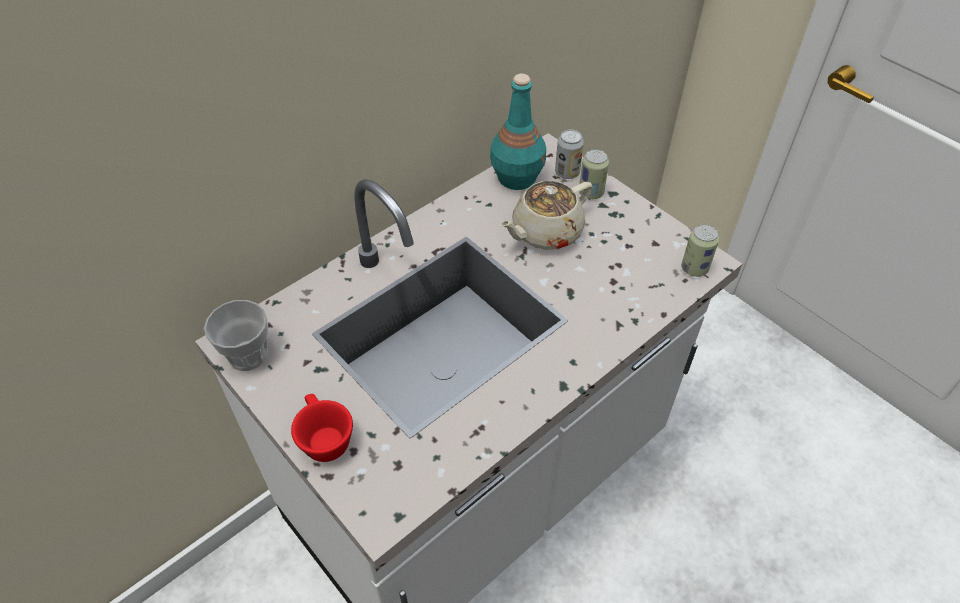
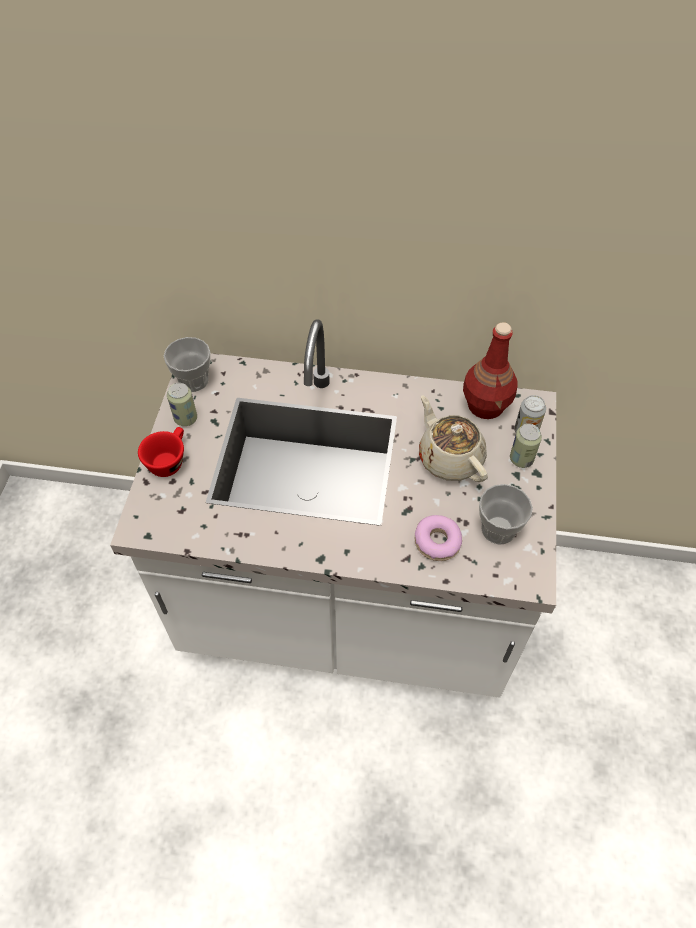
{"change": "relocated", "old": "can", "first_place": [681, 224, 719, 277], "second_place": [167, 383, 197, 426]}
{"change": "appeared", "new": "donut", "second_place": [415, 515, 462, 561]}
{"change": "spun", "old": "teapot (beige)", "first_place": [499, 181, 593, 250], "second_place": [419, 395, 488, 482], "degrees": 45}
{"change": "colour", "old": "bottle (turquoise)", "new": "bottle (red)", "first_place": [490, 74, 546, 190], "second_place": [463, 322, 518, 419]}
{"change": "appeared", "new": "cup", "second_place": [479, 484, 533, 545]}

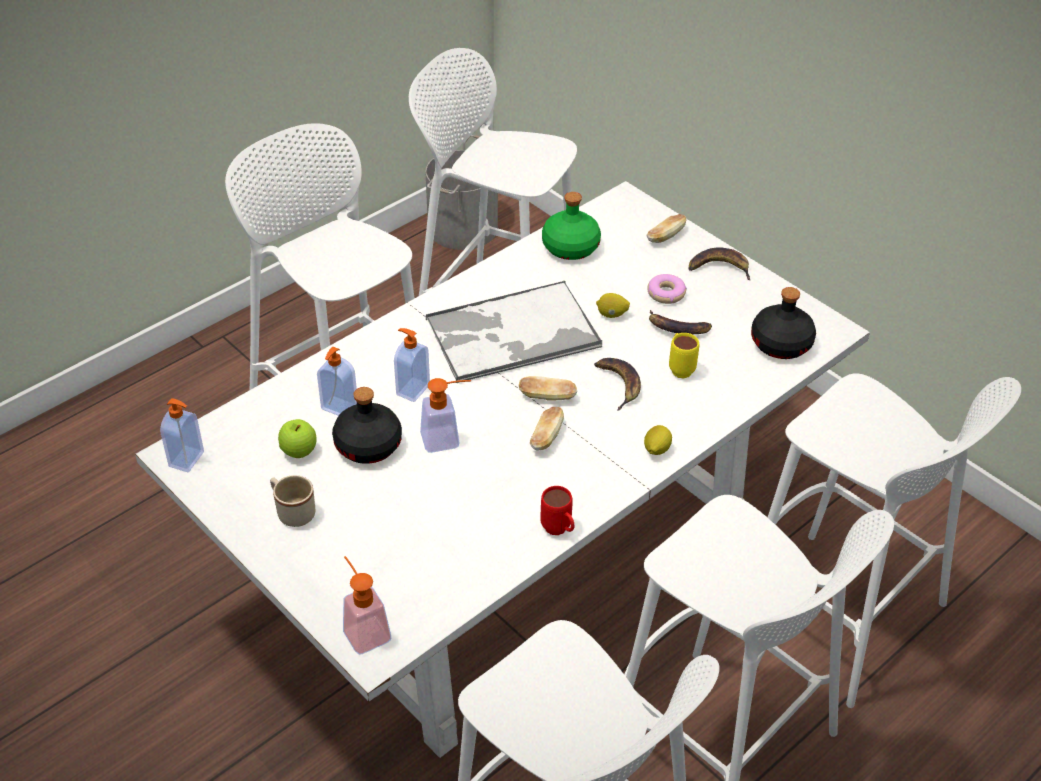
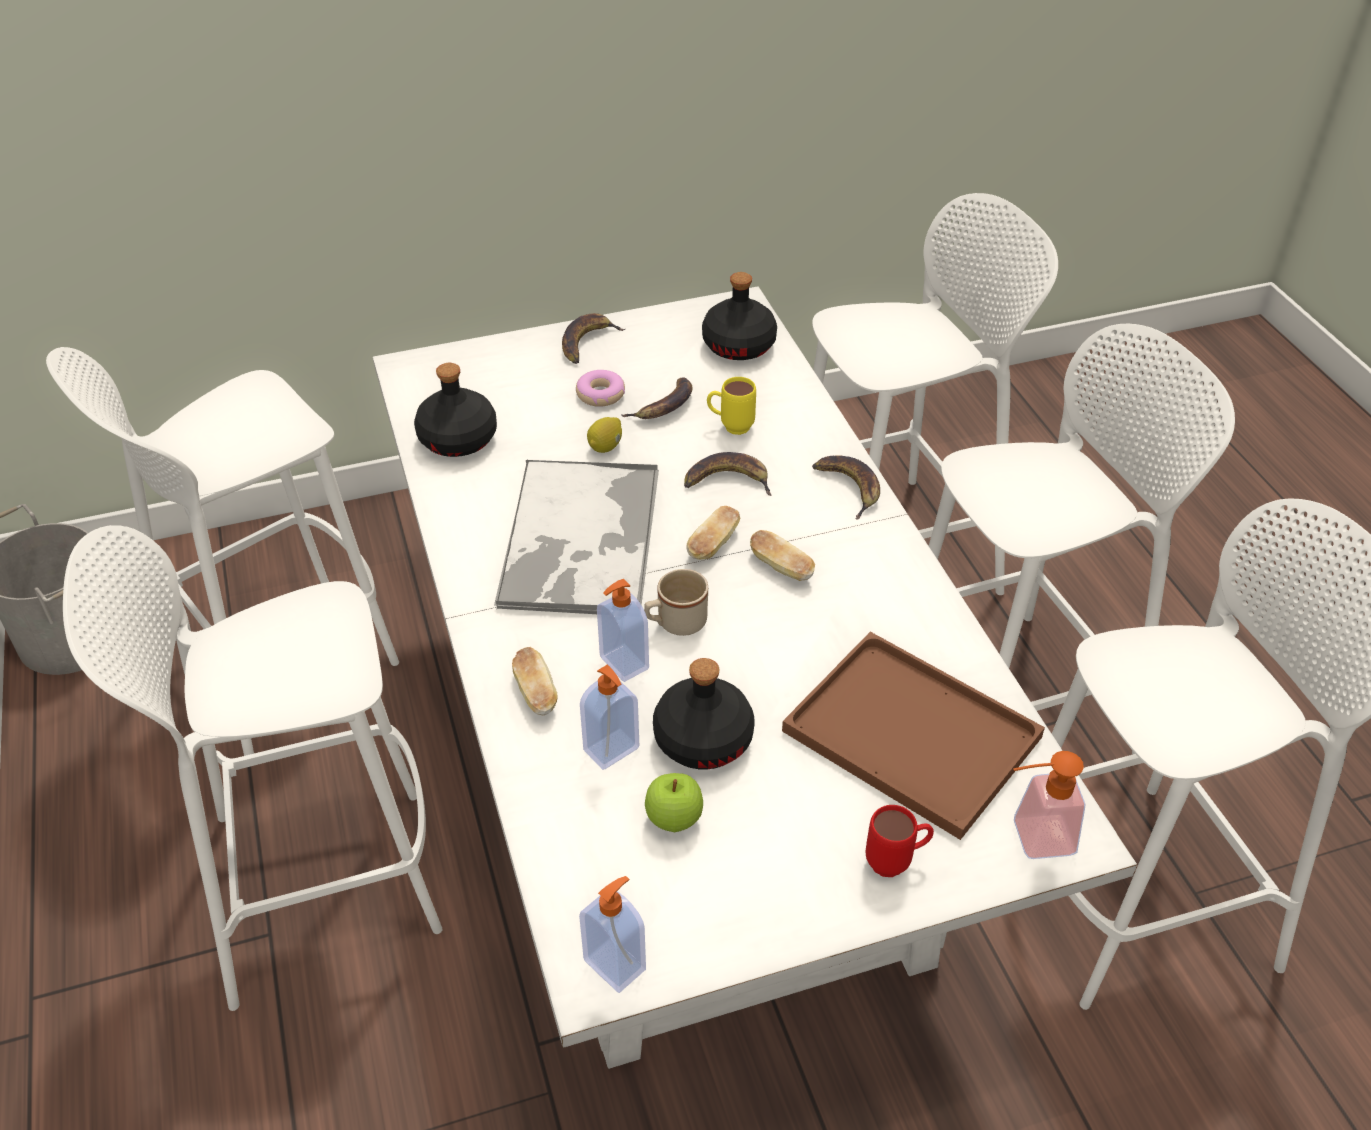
{"change": "colour", "old": "bottle (green)", "new": "bottle (black)", "first_place": [542, 192, 601, 260], "second_place": [414, 363, 497, 457]}
{"change": "relocated", "old": "bread", "first_place": [646, 214, 687, 243], "second_place": [512, 647, 558, 715]}
{"change": "relocated", "old": "mug (beige)", "first_place": [270, 475, 315, 527], "second_place": [644, 569, 708, 636]}
{"change": "appeared", "new": "tray (brown)", "second_place": [782, 632, 1045, 840]}
{"change": "exchanged", "old": "lemon", "new": "banana", "first_place": [644, 425, 672, 455], "second_place": [812, 456, 880, 520]}
{"change": "relocated", "old": "mug (red)", "first_place": [540, 486, 574, 535], "second_place": [866, 805, 934, 877]}
{"change": "missing", "old": "soap dispenser", "first_place": [420, 378, 471, 453]}

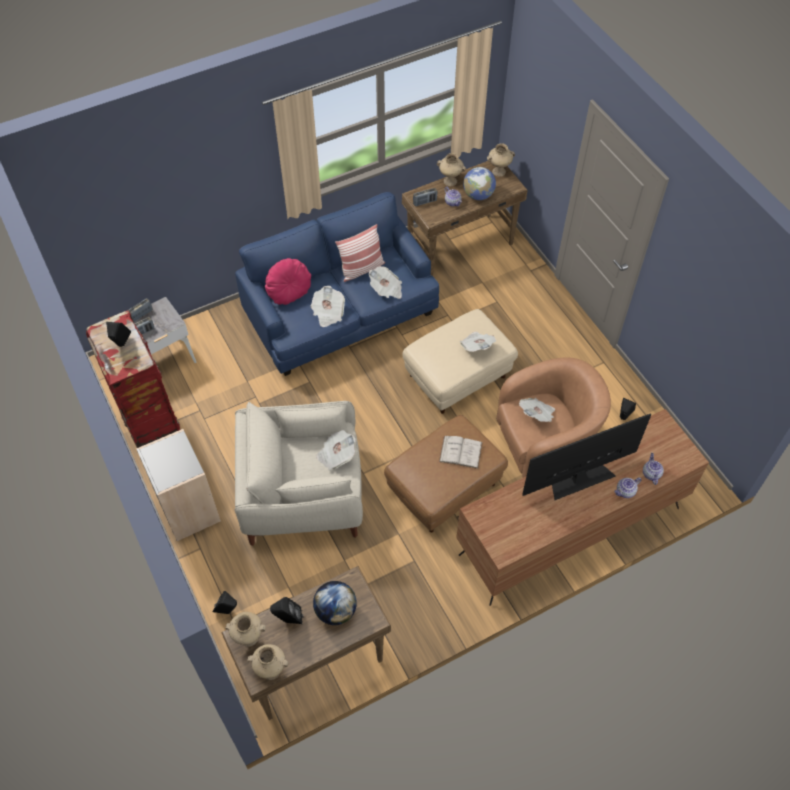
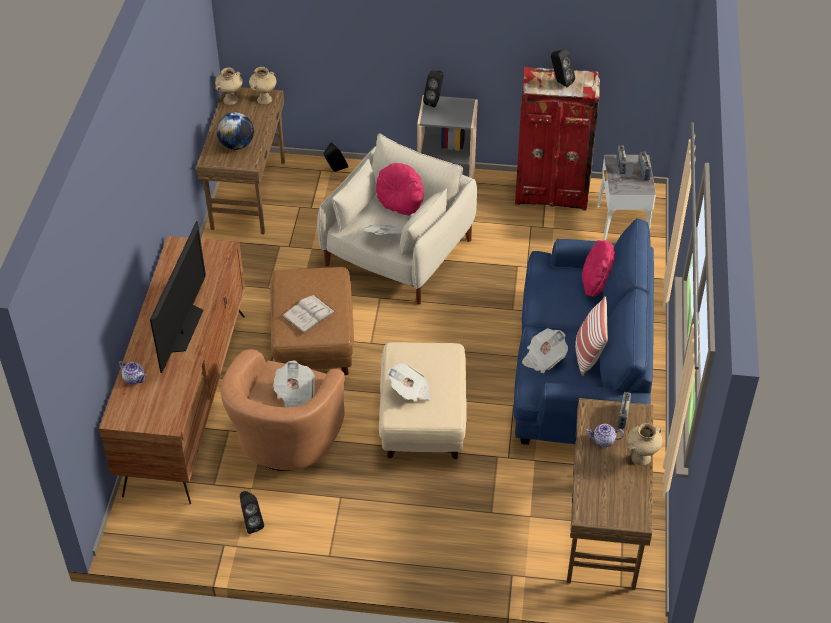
{"change": "appeared", "new": "pillow (pink)", "second_place": [376, 163, 424, 216]}
{"change": "relocated", "old": "speaker (black)", "first_place": [270, 597, 303, 624], "second_place": [423, 71, 444, 107]}
{"change": "missing", "old": "newspaper", "first_place": [310, 286, 345, 327]}
{"change": "missing", "old": "globe", "first_place": [463, 167, 496, 200]}
{"change": "missing", "old": "vase (beige)", "first_place": [487, 143, 515, 177]}
{"change": "missing", "old": "teapot", "first_place": [614, 478, 641, 498]}

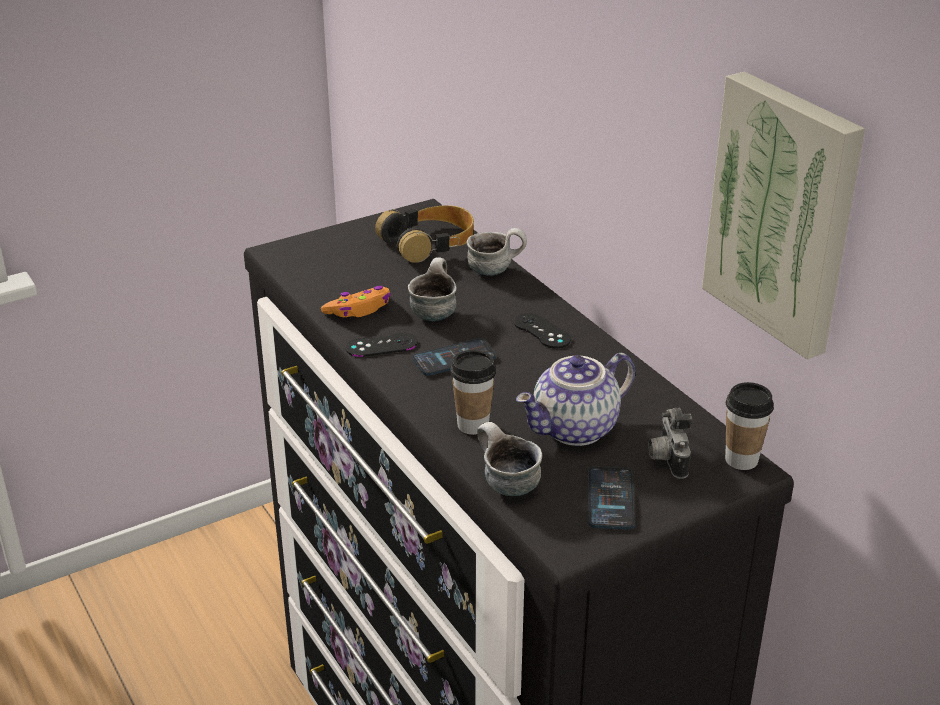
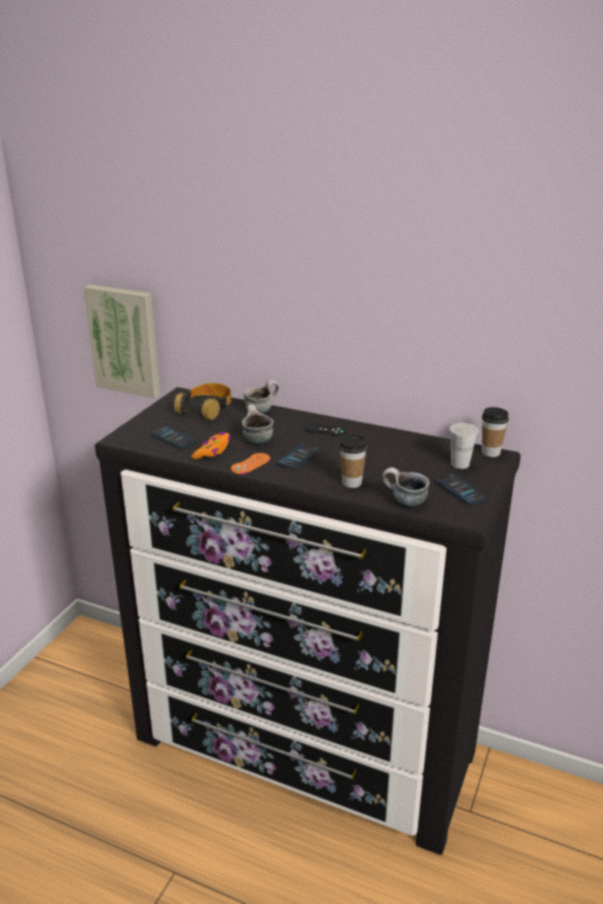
{"change": "relocated", "old": "picture", "first_place": [702, 71, 865, 360], "second_place": [83, 284, 160, 398]}
{"change": "appeared", "new": "phone", "second_place": [150, 426, 197, 449]}
{"change": "colour", "old": "game controller (black)", "new": "game controller (orange)", "first_place": [345, 332, 418, 357], "second_place": [231, 453, 270, 474]}
{"change": "exchanged", "old": "photo camera", "new": "cup (white)", "first_place": [649, 408, 692, 479], "second_place": [449, 423, 479, 469]}
{"change": "missing", "old": "teapot", "first_place": [516, 353, 635, 446]}

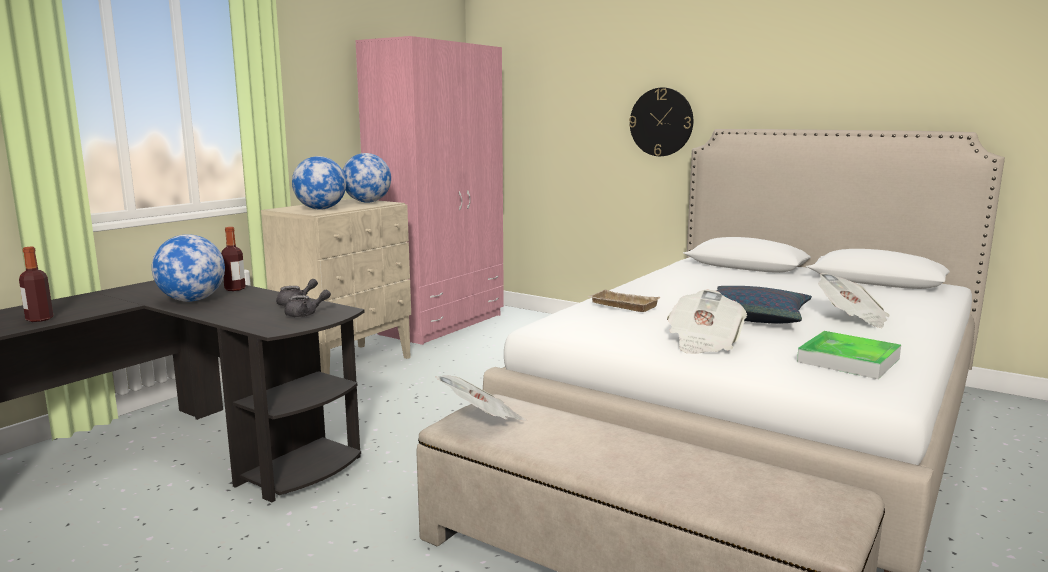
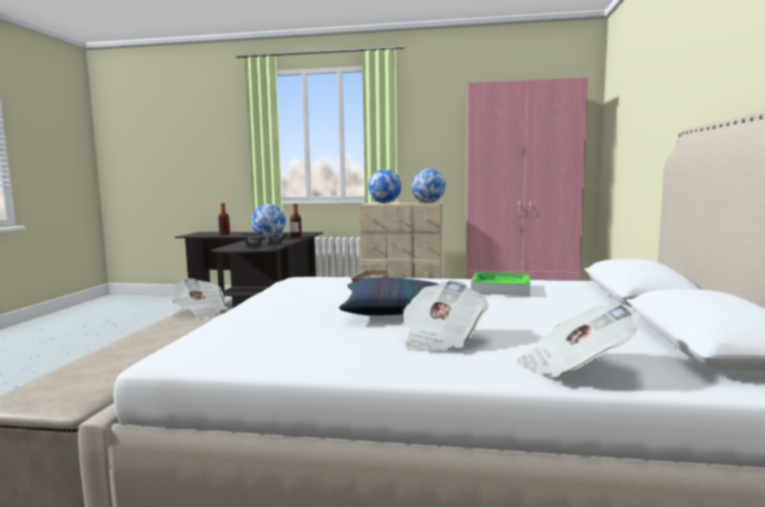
{"change": "relocated", "old": "tray", "first_place": [797, 331, 901, 379], "second_place": [471, 272, 530, 296]}
{"change": "relocated", "old": "newspaper", "first_place": [667, 290, 747, 354], "second_place": [517, 304, 637, 377]}
{"change": "missing", "old": "wall clock", "first_place": [629, 88, 693, 156]}

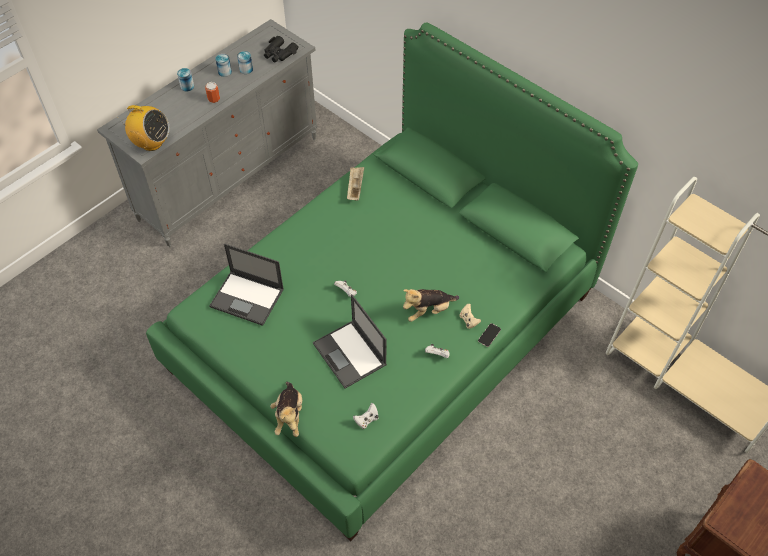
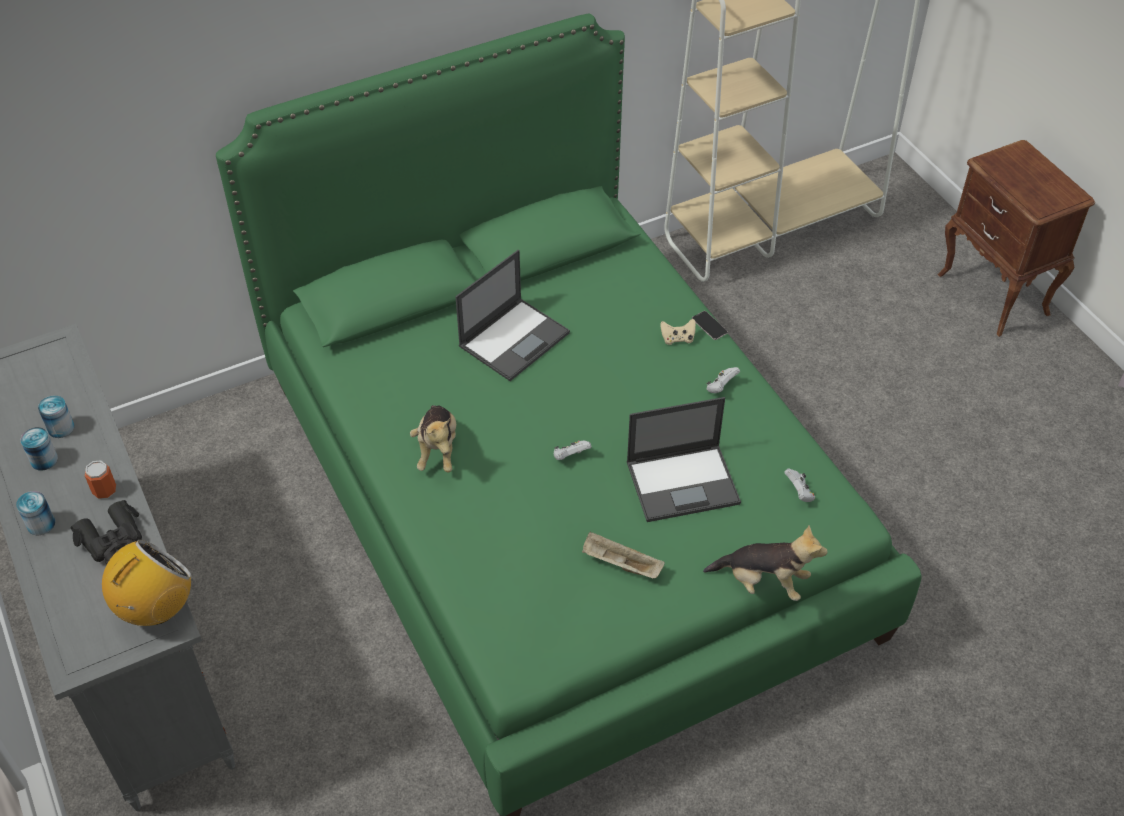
{"change": "relocated", "old": "binoculars (black)", "first_place": [264, 36, 298, 62], "second_place": [71, 500, 142, 564]}
{"change": "relocated", "old": "plush toy", "first_place": [403, 289, 459, 322], "second_place": [410, 405, 456, 472]}
{"change": "relocated", "old": "laptop", "first_place": [209, 244, 284, 326], "second_place": [455, 250, 570, 381]}
{"change": "relocated", "old": "tray (beige)", "first_place": [347, 167, 364, 201], "second_place": [582, 531, 665, 579]}

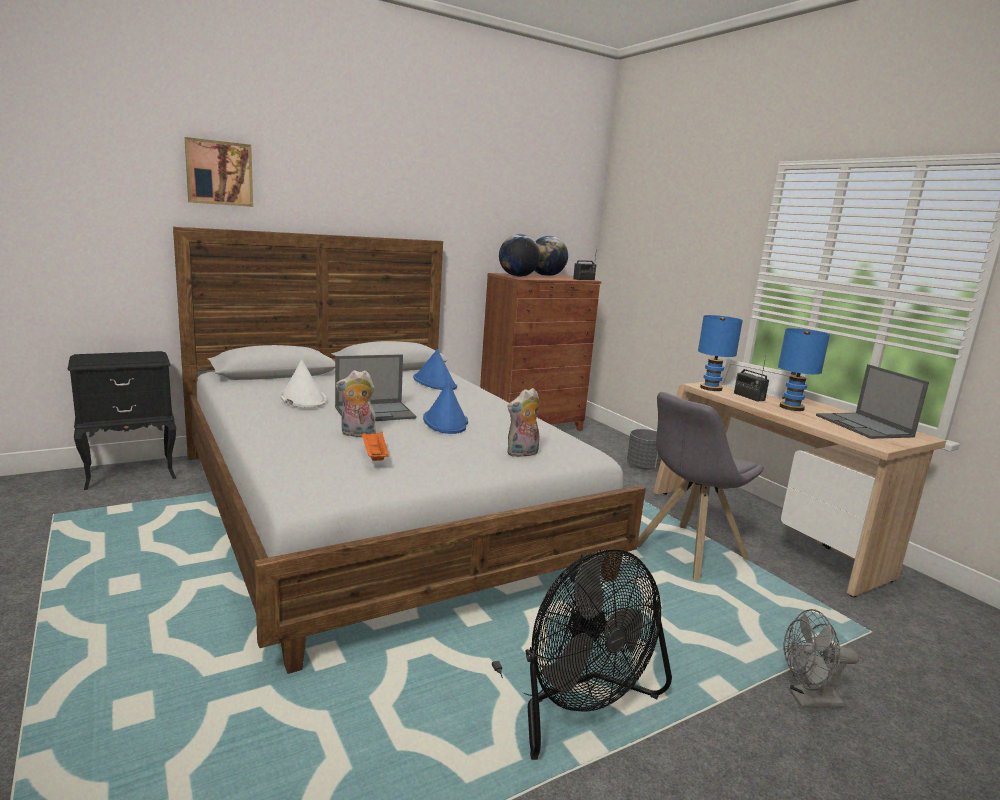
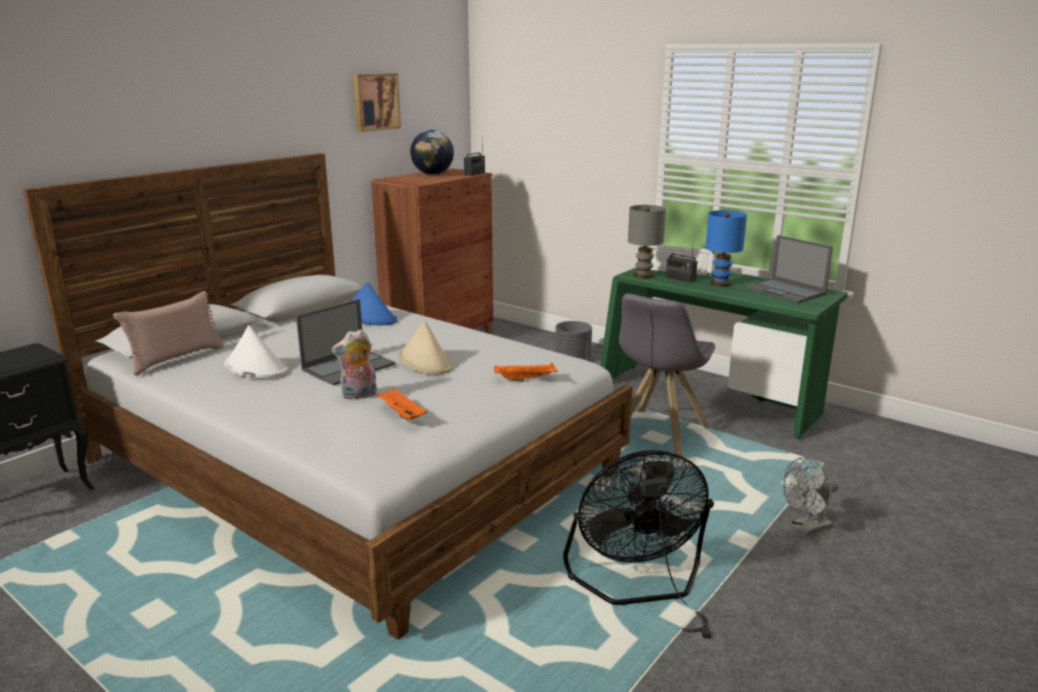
{"change": "appeared", "new": "pillow (beige)", "second_place": [113, 291, 224, 375]}
{"change": "relocated", "old": "picture", "first_place": [185, 137, 253, 207], "second_place": [353, 73, 401, 132]}
{"change": "colour", "old": "hat (blue)", "new": "hat (beige)", "first_place": [423, 381, 468, 434], "second_place": [399, 320, 453, 375]}
{"change": "exchanged", "old": "plush toy", "new": "tray (orange)", "first_place": [507, 388, 539, 457], "second_place": [494, 363, 558, 382]}
{"change": "spun", "old": "fan (black)", "first_place": [492, 549, 672, 760], "second_place": [563, 450, 714, 639], "degrees": -135}
{"change": "colour", "old": "desk (beige)", "new": "desk (green)", "first_place": [653, 382, 946, 597], "second_place": [600, 267, 848, 438]}
{"change": "colour", "old": "table lamp (blue)", "new": "table lamp (grey)", "first_place": [698, 315, 743, 391], "second_place": [628, 205, 666, 279]}
{"change": "missing", "old": "globe", "first_place": [499, 234, 540, 277]}

